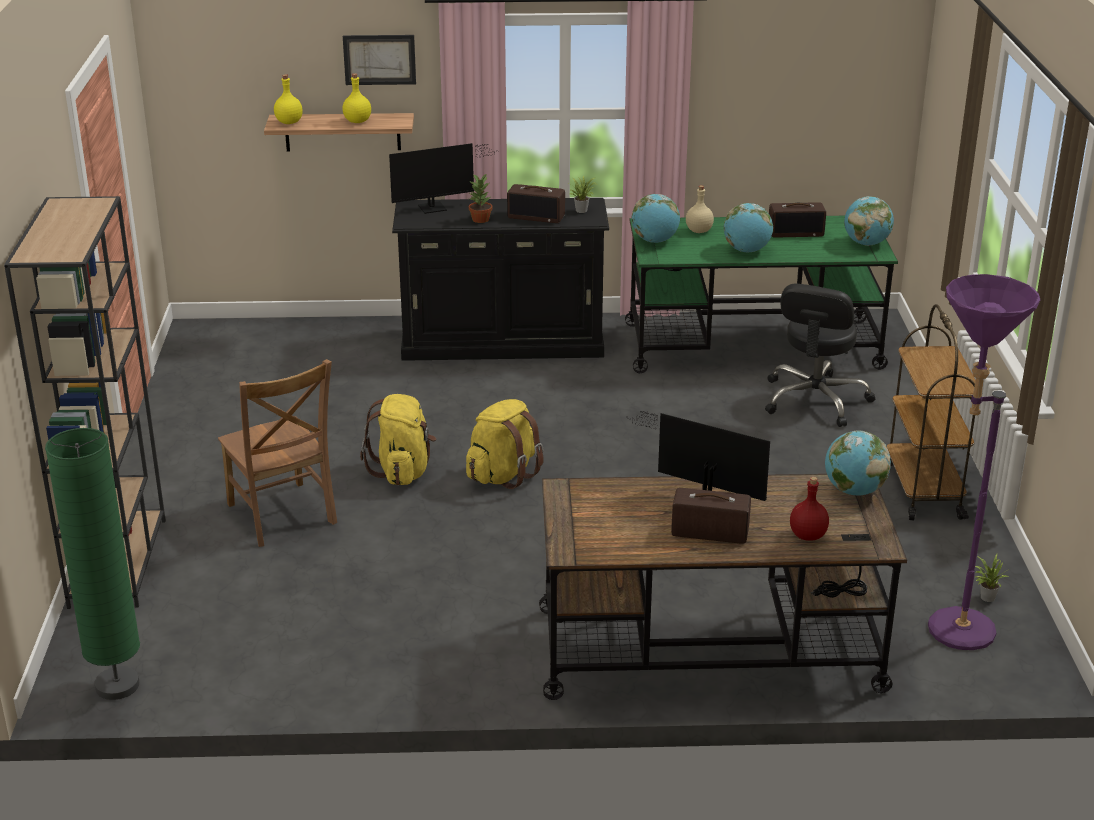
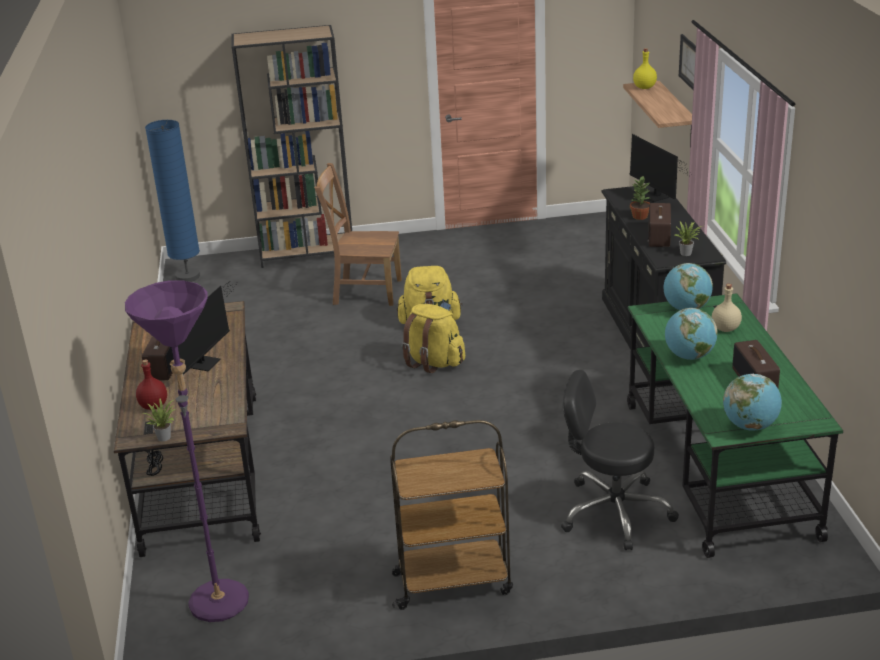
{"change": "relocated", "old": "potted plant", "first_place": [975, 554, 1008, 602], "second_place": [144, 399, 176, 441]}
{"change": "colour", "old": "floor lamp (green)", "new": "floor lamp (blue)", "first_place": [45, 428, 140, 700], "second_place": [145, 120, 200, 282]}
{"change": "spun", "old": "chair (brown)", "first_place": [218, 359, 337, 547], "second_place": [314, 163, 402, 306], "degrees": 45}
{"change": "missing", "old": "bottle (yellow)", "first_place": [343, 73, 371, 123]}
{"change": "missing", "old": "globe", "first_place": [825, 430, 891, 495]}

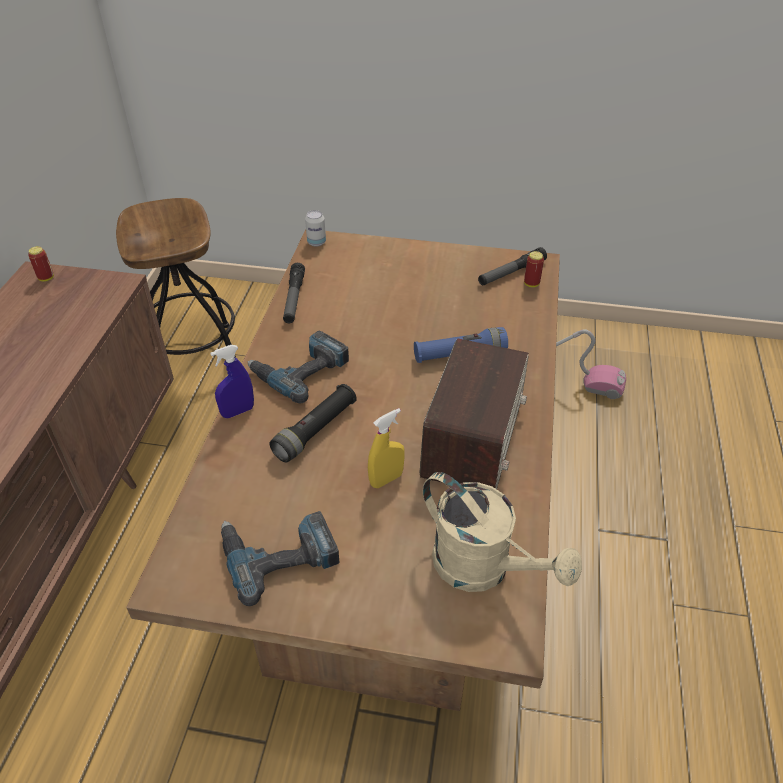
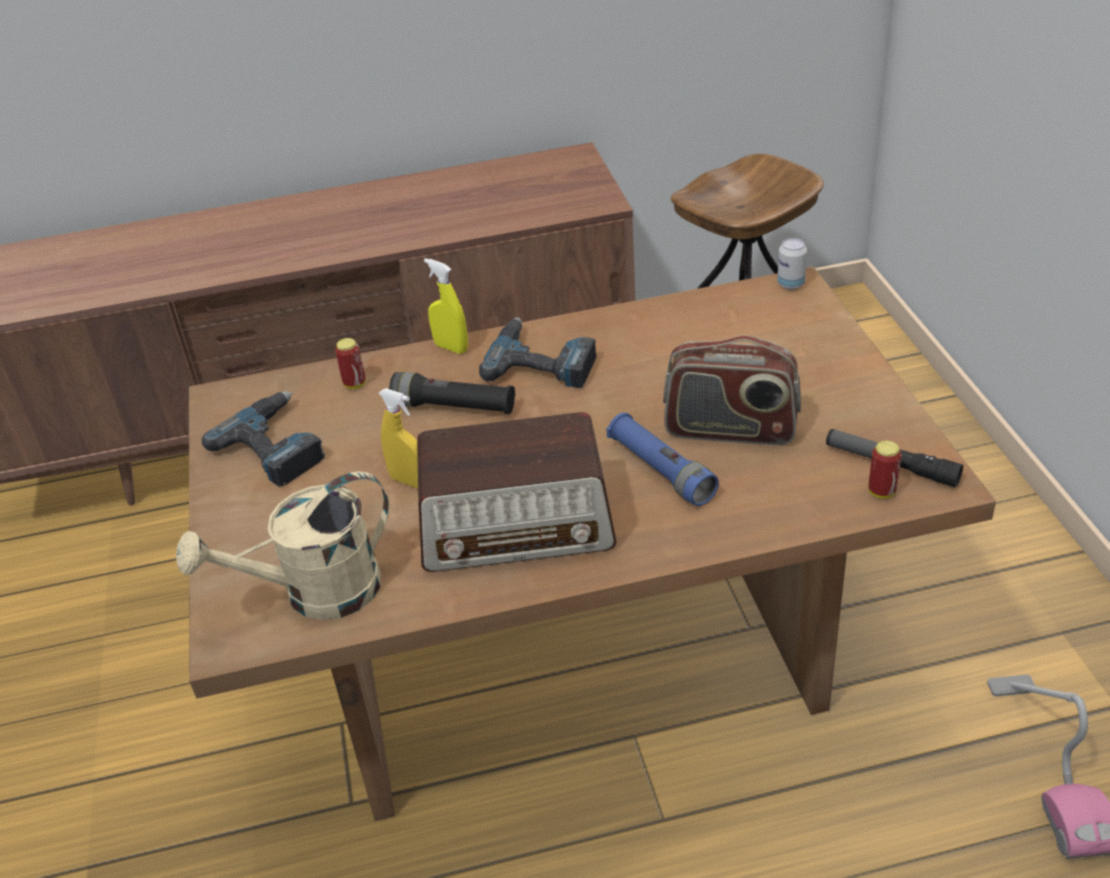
{"change": "spun", "old": "watering can (beige)", "first_place": [423, 472, 582, 592], "second_place": [176, 472, 389, 620], "degrees": 45}
{"change": "relocated", "old": "can", "first_place": [28, 246, 54, 282], "second_place": [335, 338, 366, 389]}
{"change": "colour", "old": "spray bottle (blue)", "new": "spray bottle (yellow)", "first_place": [210, 345, 254, 418], "second_place": [424, 258, 468, 354]}
{"change": "appeared", "new": "radio", "second_place": [663, 335, 801, 445]}
{"change": "missing", "old": "flashlight", "first_place": [283, 263, 305, 323]}

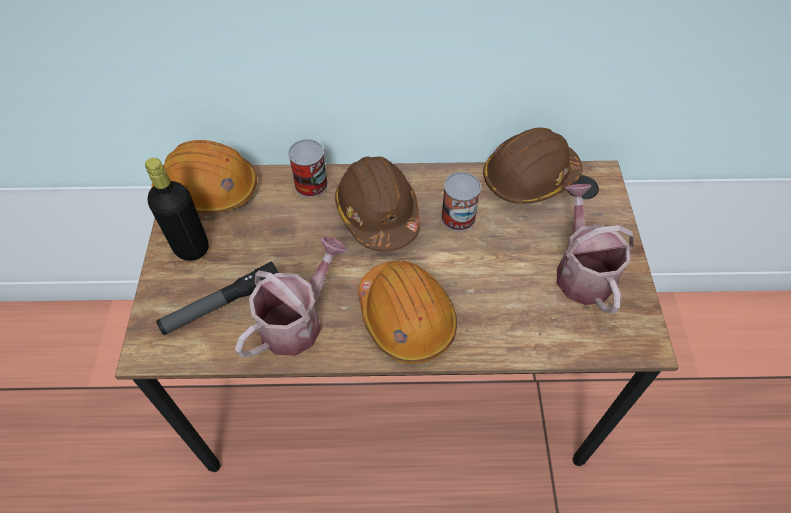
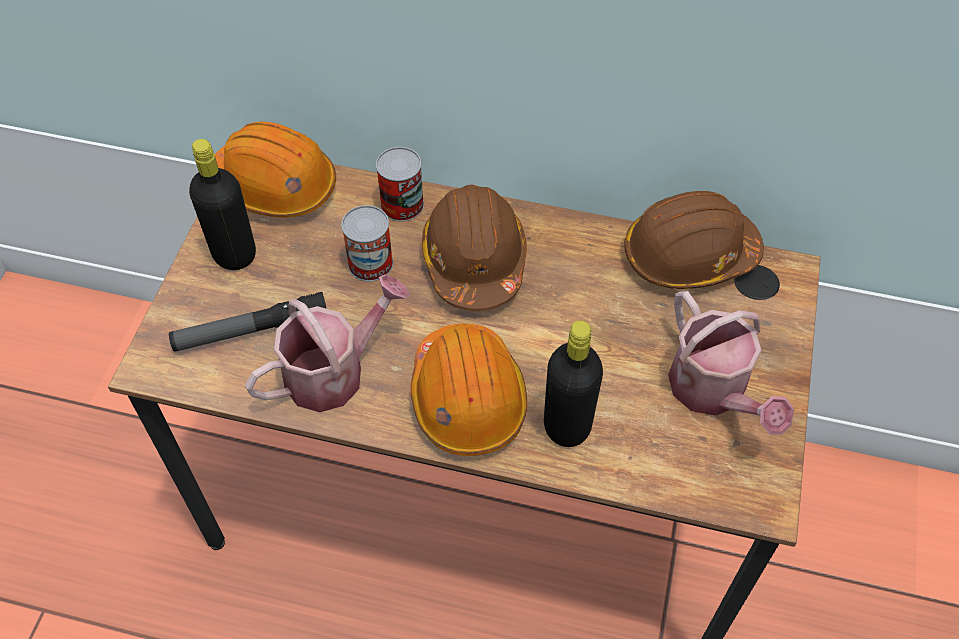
{"change": "relocated", "old": "can", "first_place": [441, 172, 481, 231], "second_place": [341, 205, 393, 282]}
{"change": "appeared", "new": "bottle (black)", "second_place": [544, 320, 603, 447]}
{"change": "spun", "old": "watering can", "first_place": [557, 184, 634, 313], "second_place": [668, 291, 794, 435], "degrees": 150}

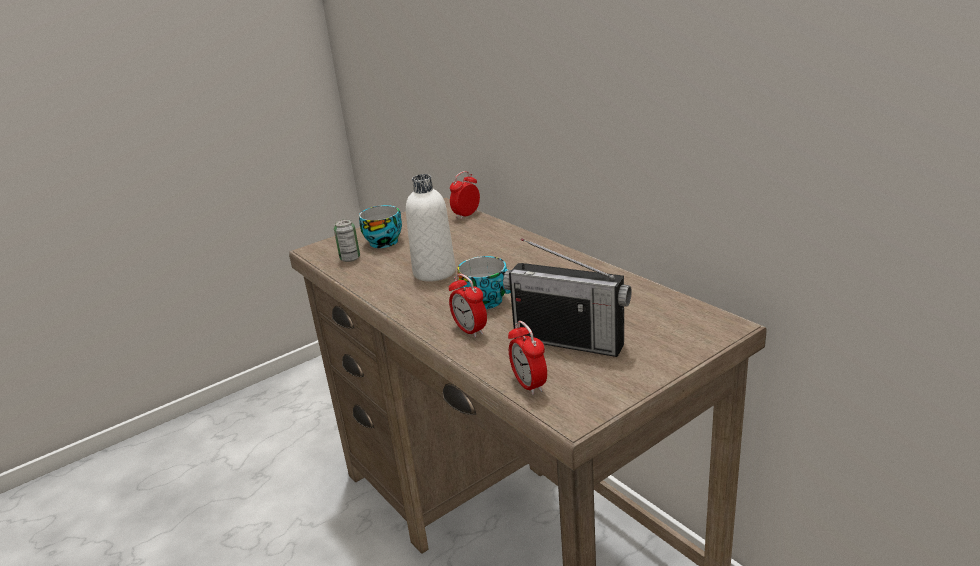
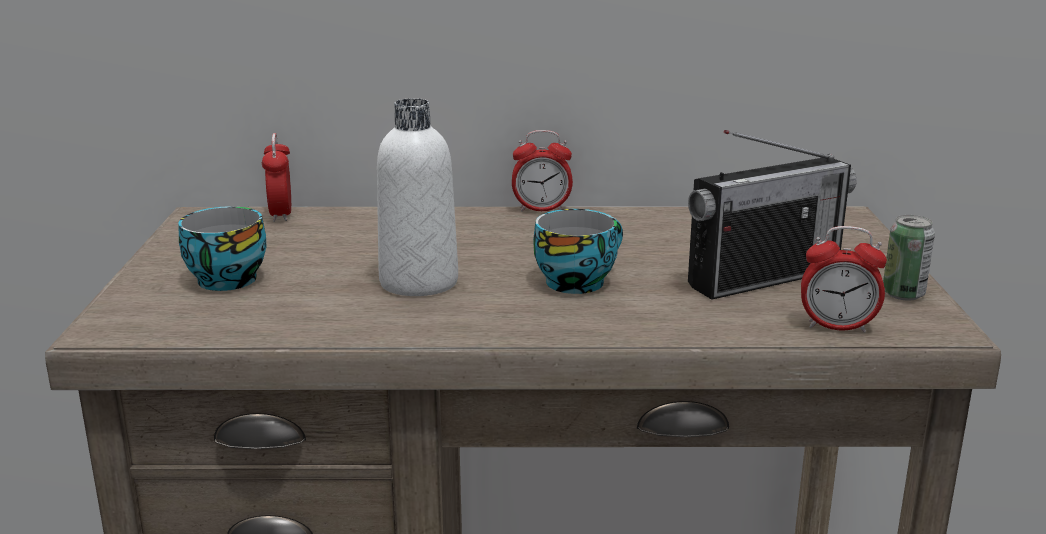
{"change": "relocated", "old": "alarm clock", "first_place": [449, 274, 487, 338], "second_place": [512, 130, 573, 212]}
{"change": "relocated", "old": "can", "first_place": [334, 219, 360, 262], "second_place": [883, 215, 935, 301]}

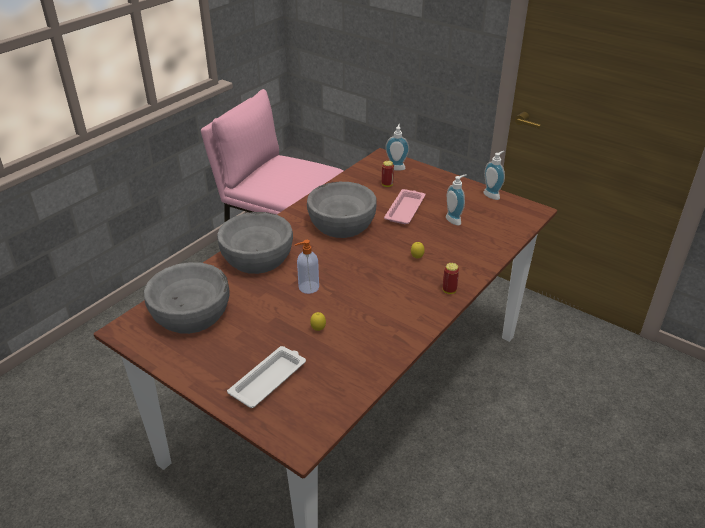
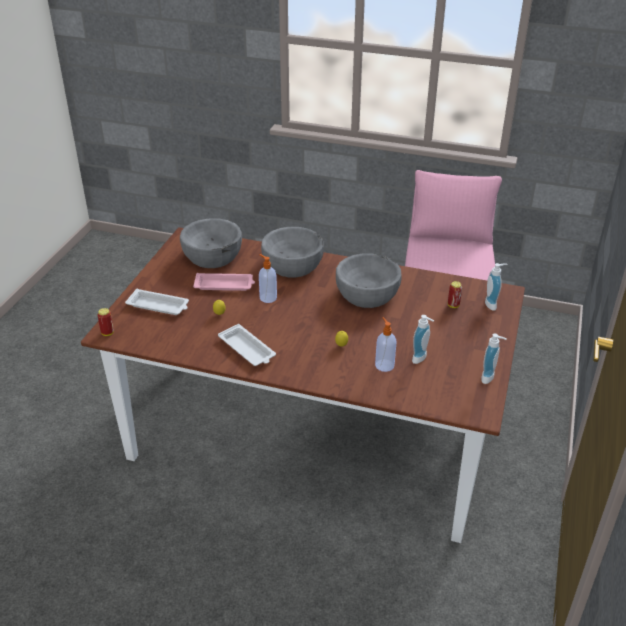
{"change": "relocated", "old": "can", "first_place": [443, 263, 459, 294], "second_place": [98, 308, 114, 336]}
{"change": "relocated", "old": "tray (pink)", "first_place": [384, 189, 426, 224], "second_place": [193, 273, 255, 291]}
{"change": "appeared", "new": "tray (white)", "second_place": [218, 324, 276, 366]}
{"change": "appeared", "new": "soap dispenser", "second_place": [375, 317, 397, 372]}

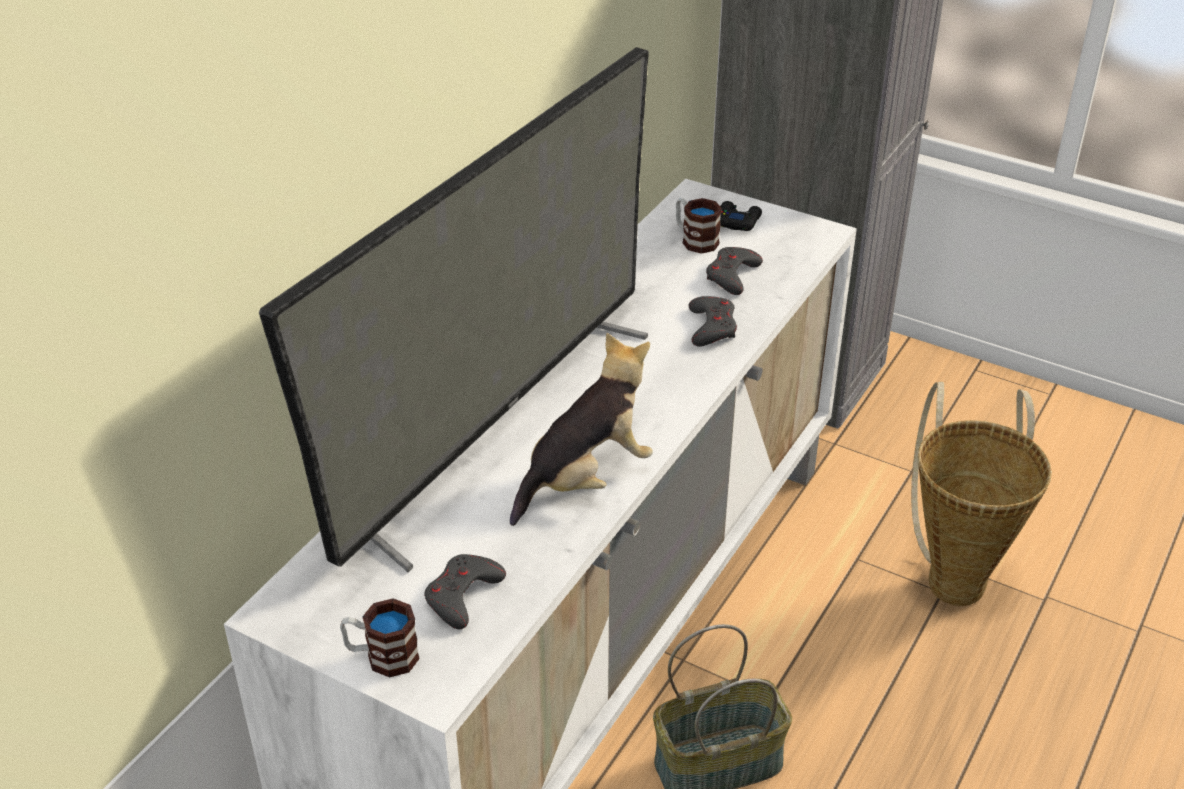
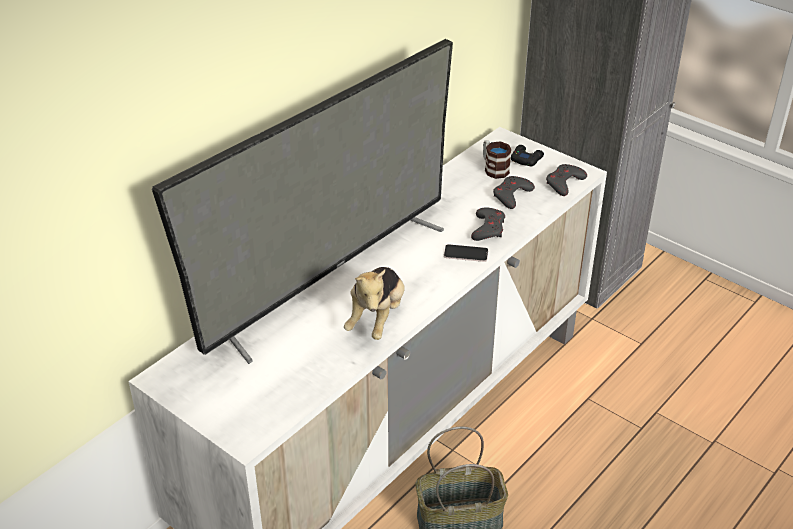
{"change": "spun", "old": "plush toy", "first_place": [510, 333, 653, 526], "second_place": [344, 267, 405, 340], "degrees": 135}
{"change": "appeared", "new": "phone", "second_place": [444, 244, 488, 262]}
{"change": "relocated", "old": "game controller (grey)", "first_place": [424, 554, 506, 629], "second_place": [546, 164, 587, 196]}
{"change": "missing", "old": "mug", "first_place": [340, 598, 420, 678]}
{"change": "missing", "old": "basket", "first_place": [911, 382, 1052, 606]}

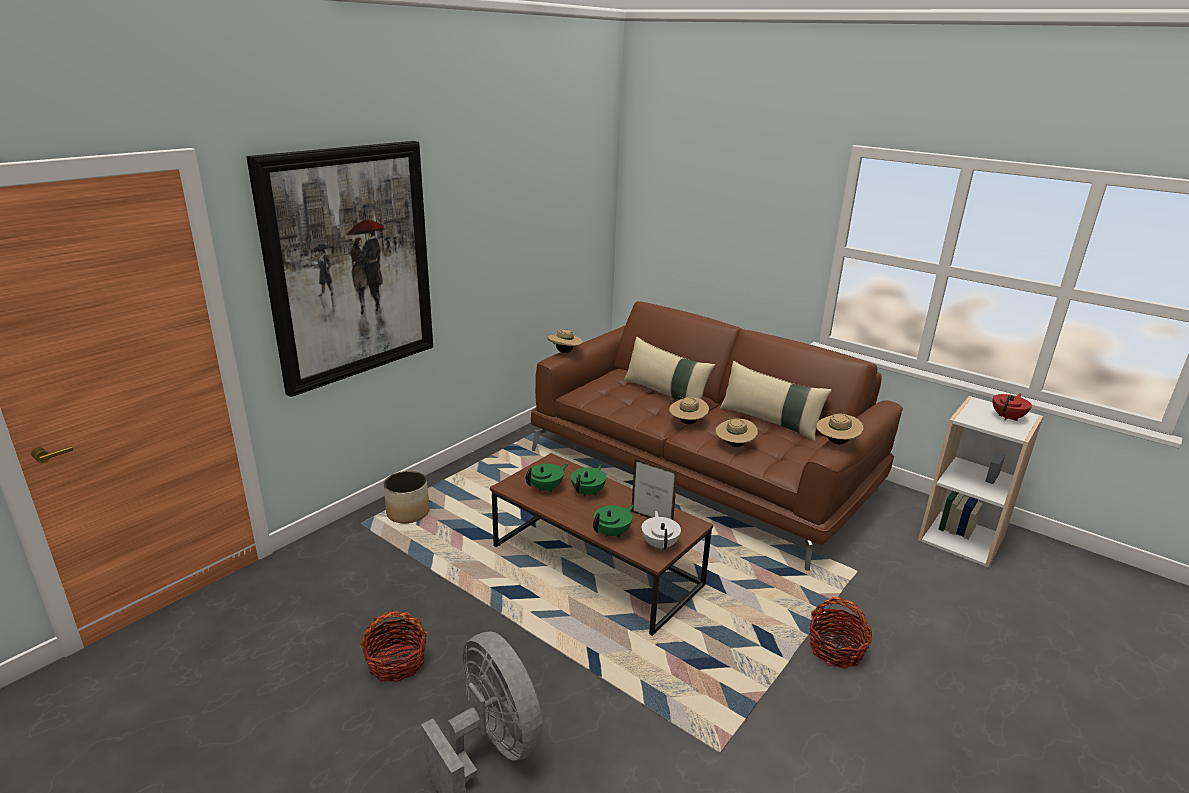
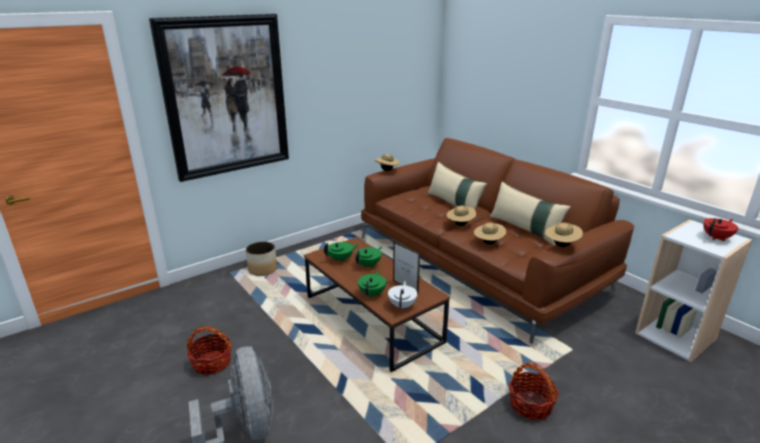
{"change": "spun", "old": "teapot (green)", "first_place": [593, 505, 634, 538], "second_place": [358, 270, 386, 298], "degrees": -45}

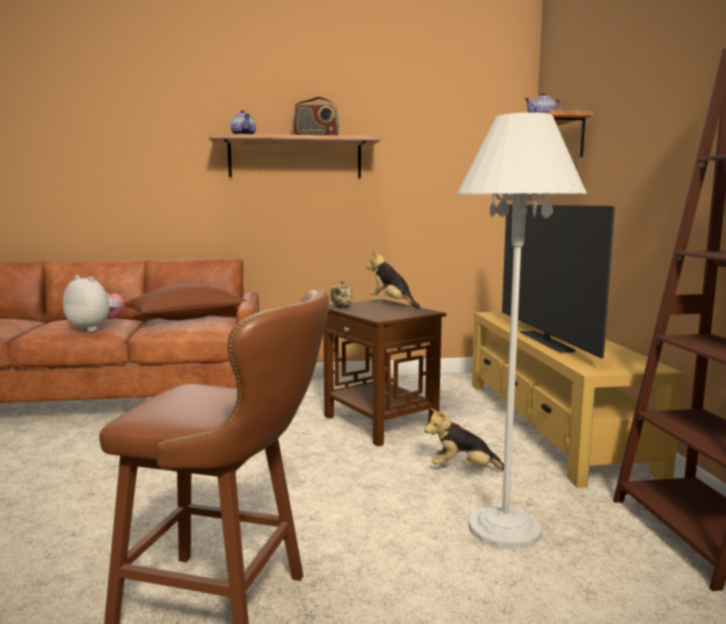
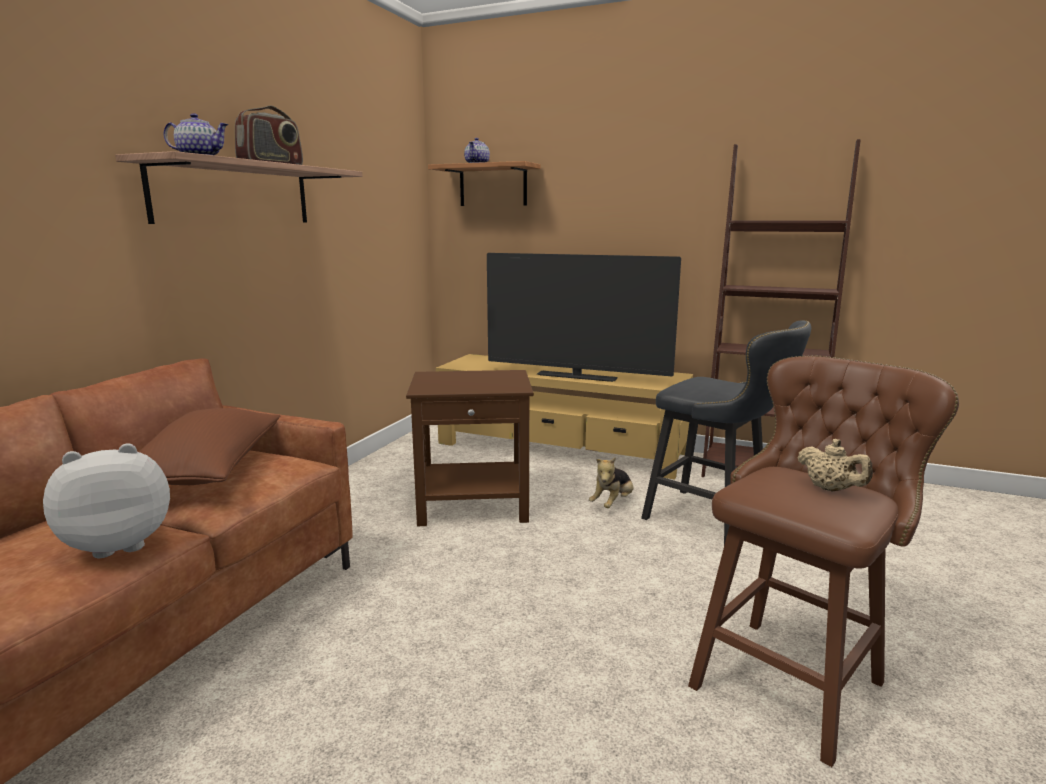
{"change": "exchanged", "old": "floor lamp (white)", "new": "stool (grey)", "first_place": [457, 112, 587, 549], "second_place": [641, 320, 811, 545]}
{"change": "relocated", "old": "teapot (beige)", "first_place": [330, 281, 353, 308], "second_place": [797, 439, 873, 491]}
{"change": "missing", "old": "plush toy", "first_place": [366, 251, 421, 309]}

